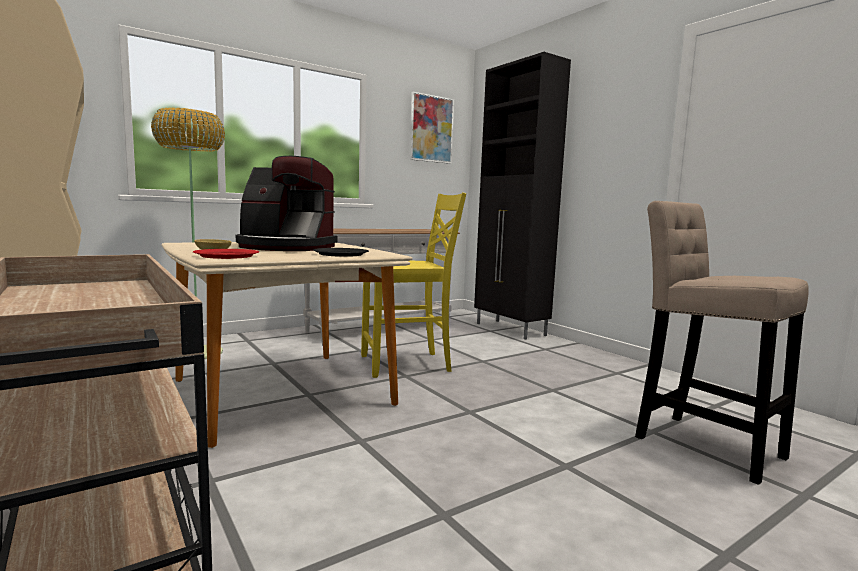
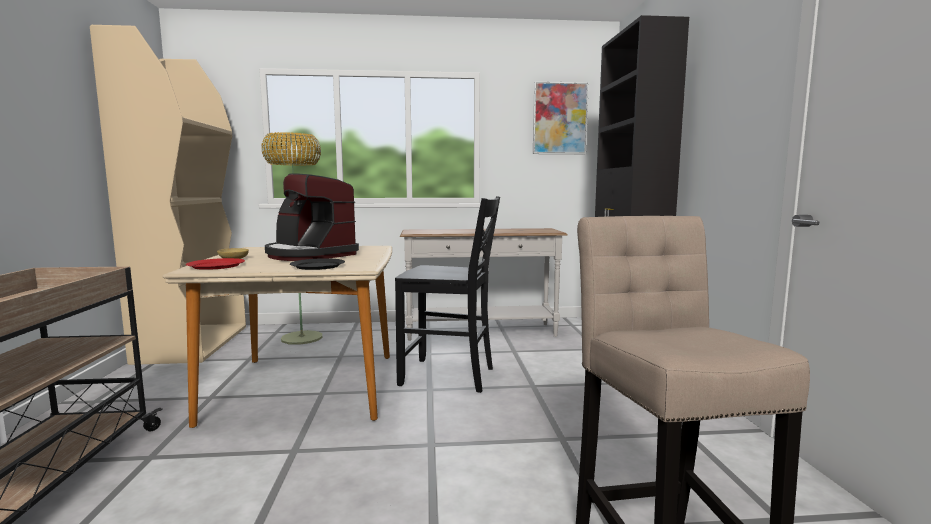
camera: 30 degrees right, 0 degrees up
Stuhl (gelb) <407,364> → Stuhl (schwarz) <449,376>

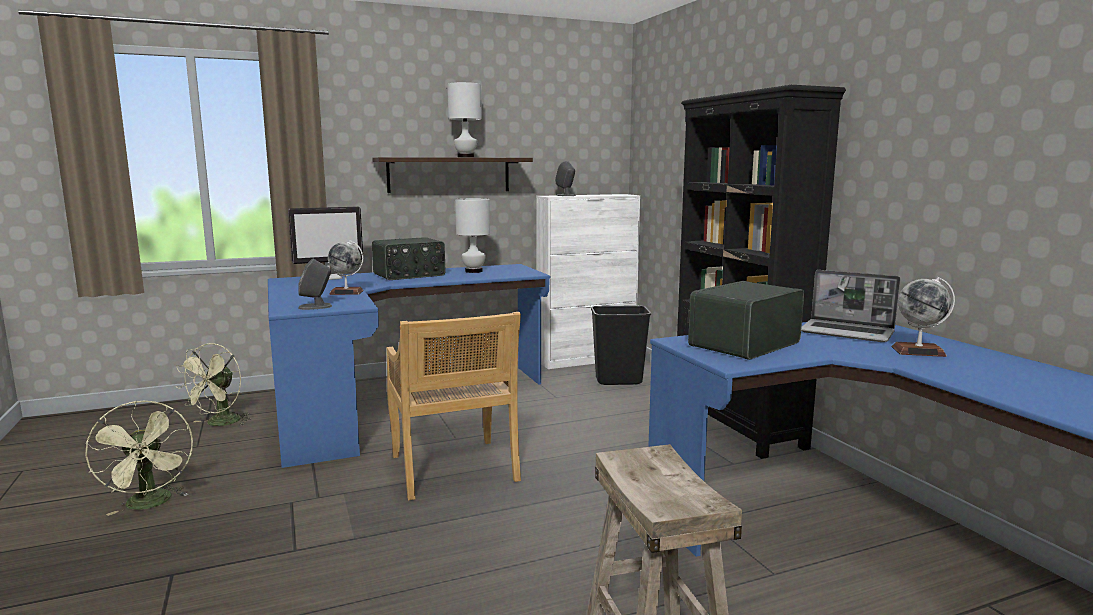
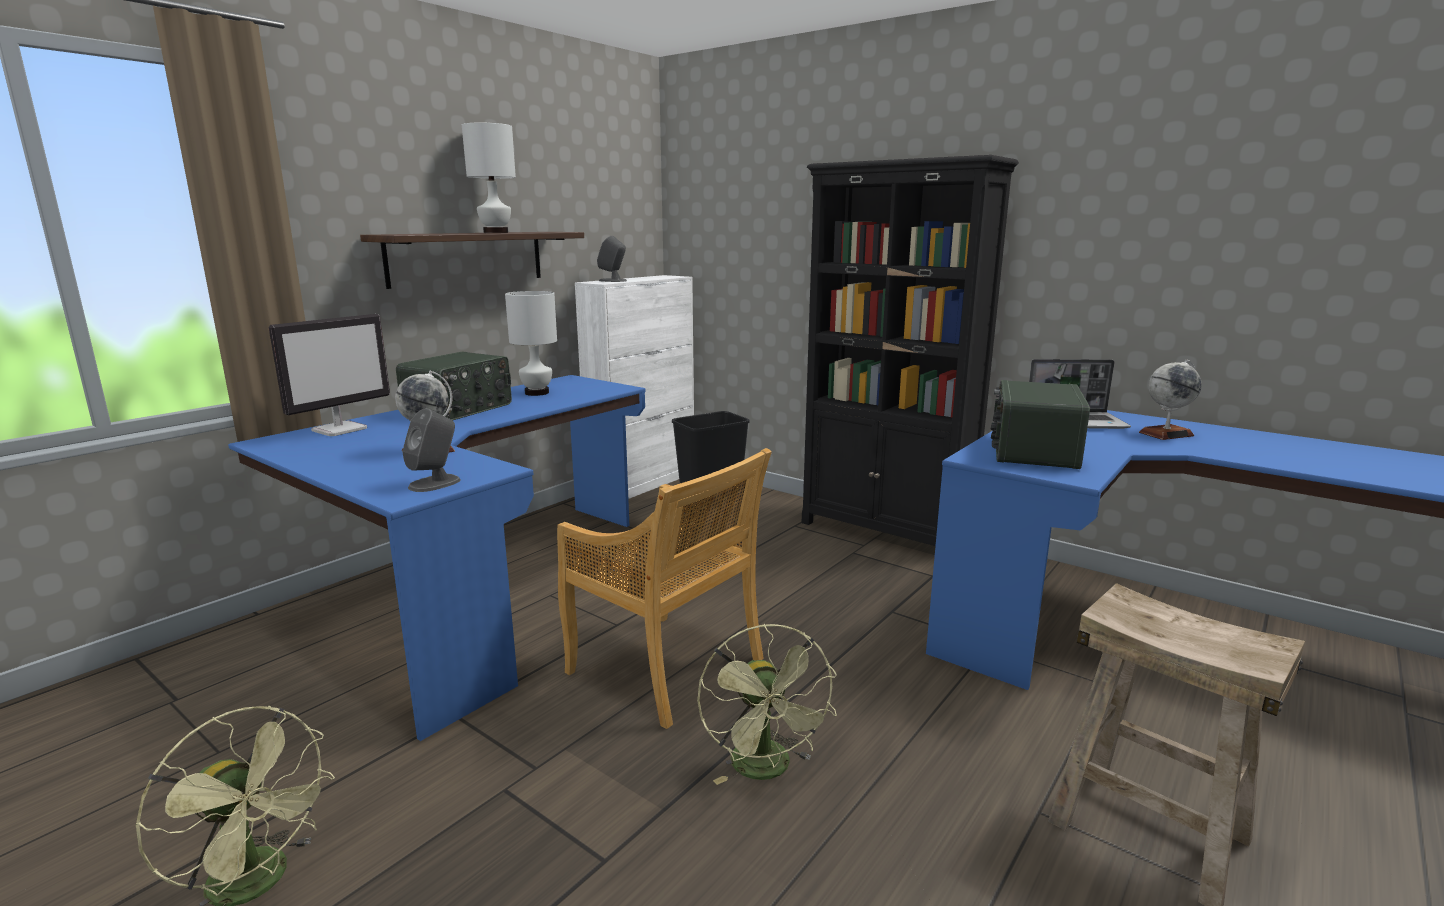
camera: 30 degrees left, 5 degrees up
Ventilator (grün) <219,424> → Ventilator (grün) <766,770>, relocated

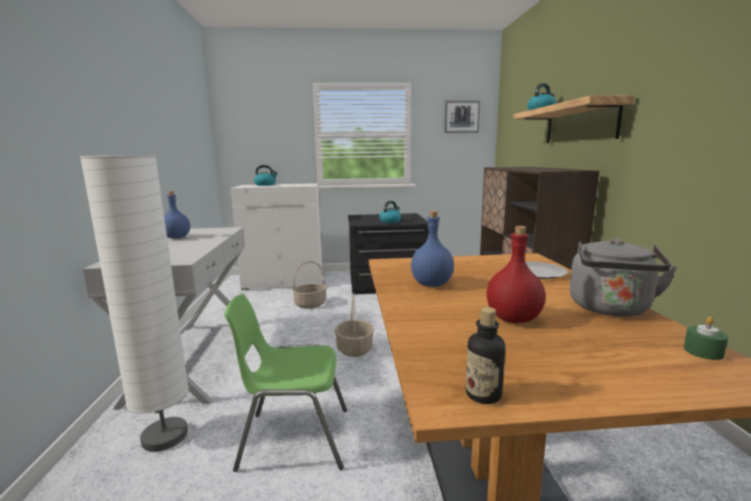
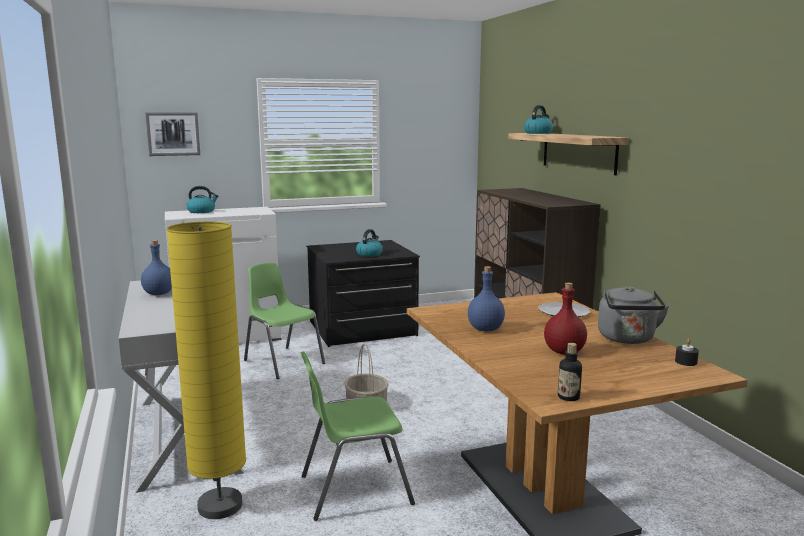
camera: 15 degrees left, 0 degrees up
Bild <461,116> → Bild <173,134>, relocated
Stehlampe (weiß) <165,437> → Stehlampe (gelb) <220,506>
Korb <310,304> → Stuhl (grün) <283,362>
Kerze (grün) <703,352> → Kerze (schwarz) <686,362>

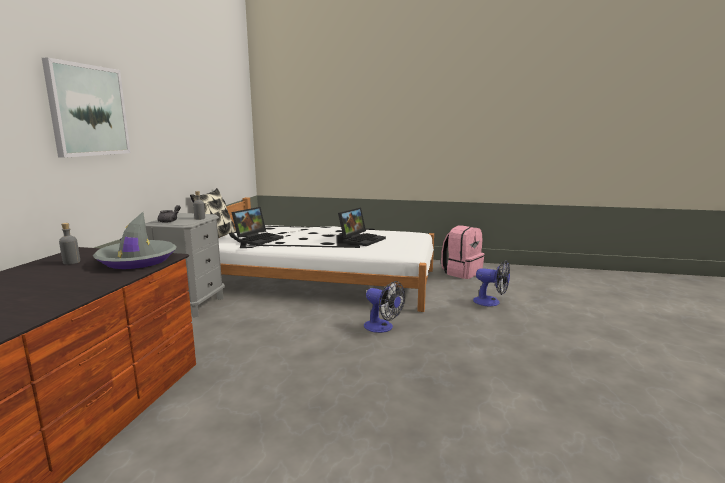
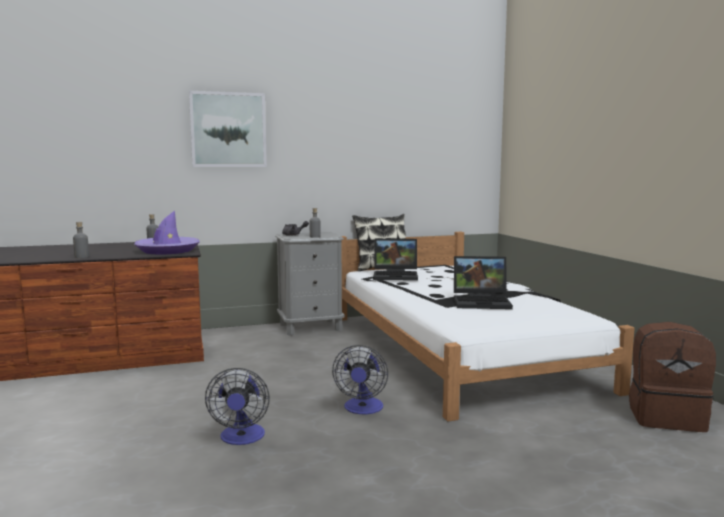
camera: 60 degrees right, 5 degrees down
Hut (grau) <137,261> → Hut (lila) <167,251>
Rucksack (rosa) <461,272> → Rucksack (braun) <666,417>
Ventilator <491,302> → Ventilator <241,438>, relocated
- → Flasche (grau) <81,257>

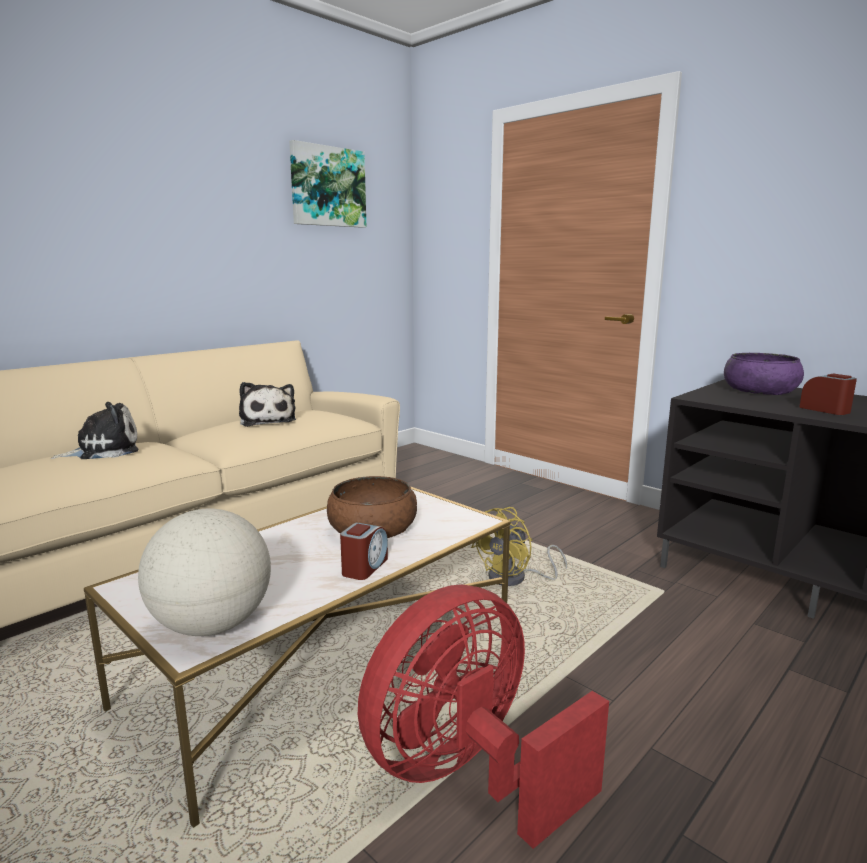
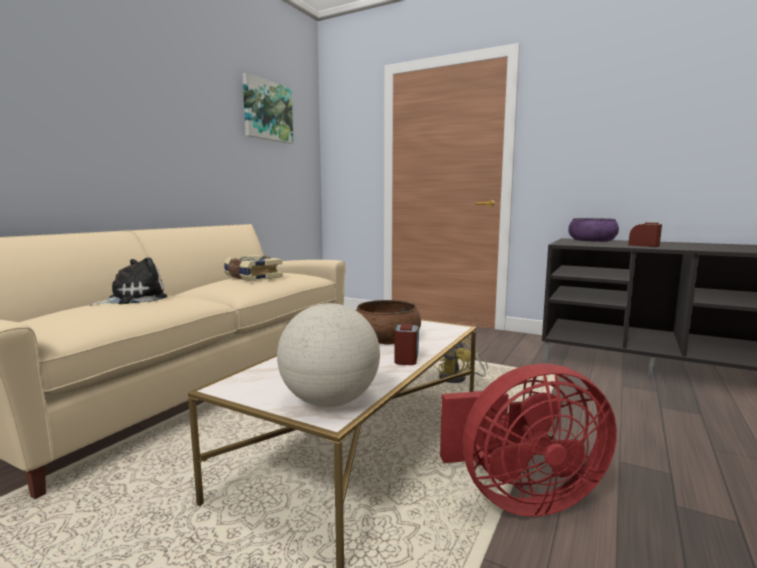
camera: 15 degrees left, 5 degrees down
Plüschtier <267,420> → Buch <252,277>
Ventilator (rot) <469,774> → Ventilator (rot) <519,497>, 135 degrees counterclockwise

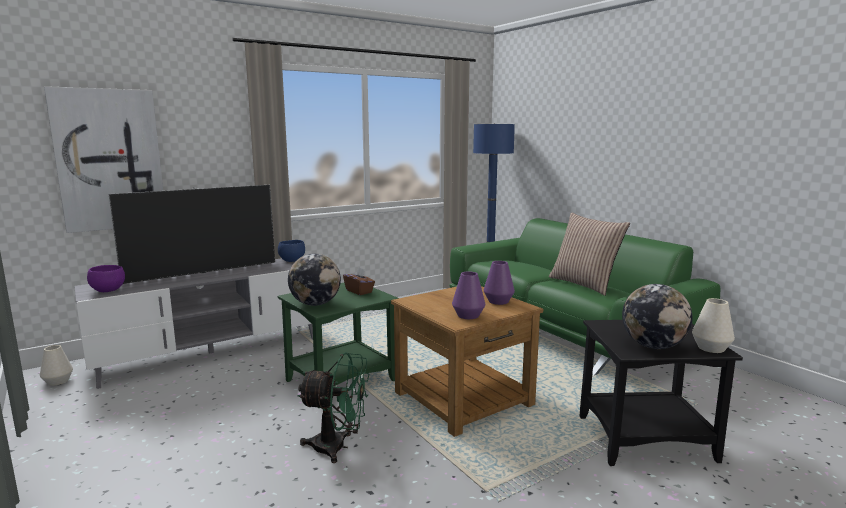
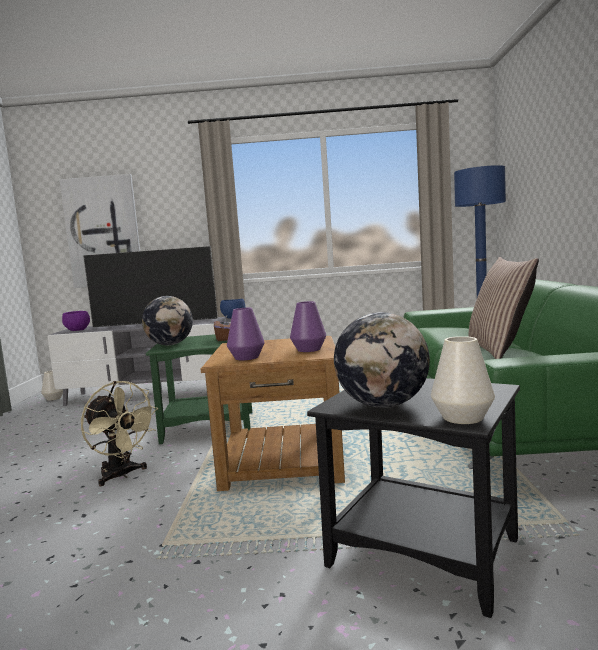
camera: 35 degrees right, 5 degrees down
Ventilator (grün) <337,447> → Ventilator (beige) <121,475>

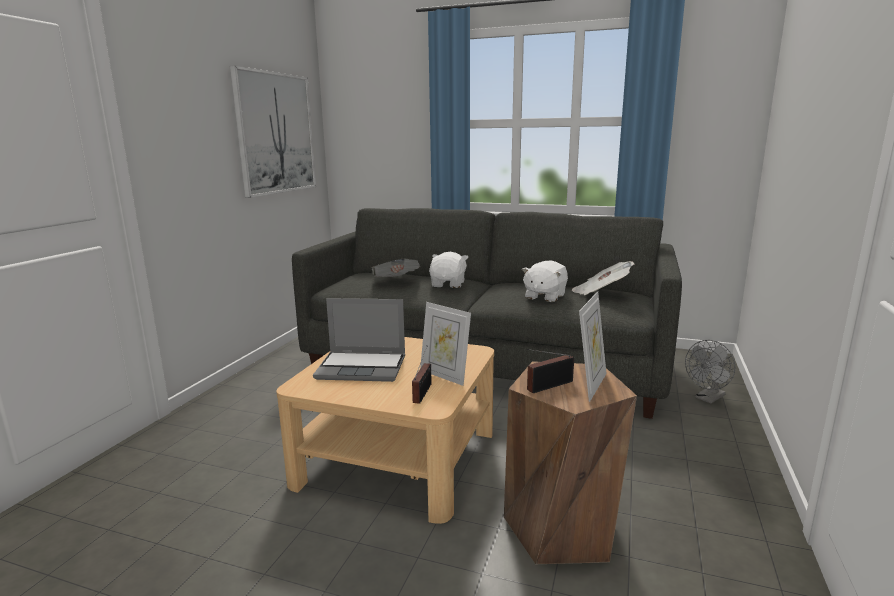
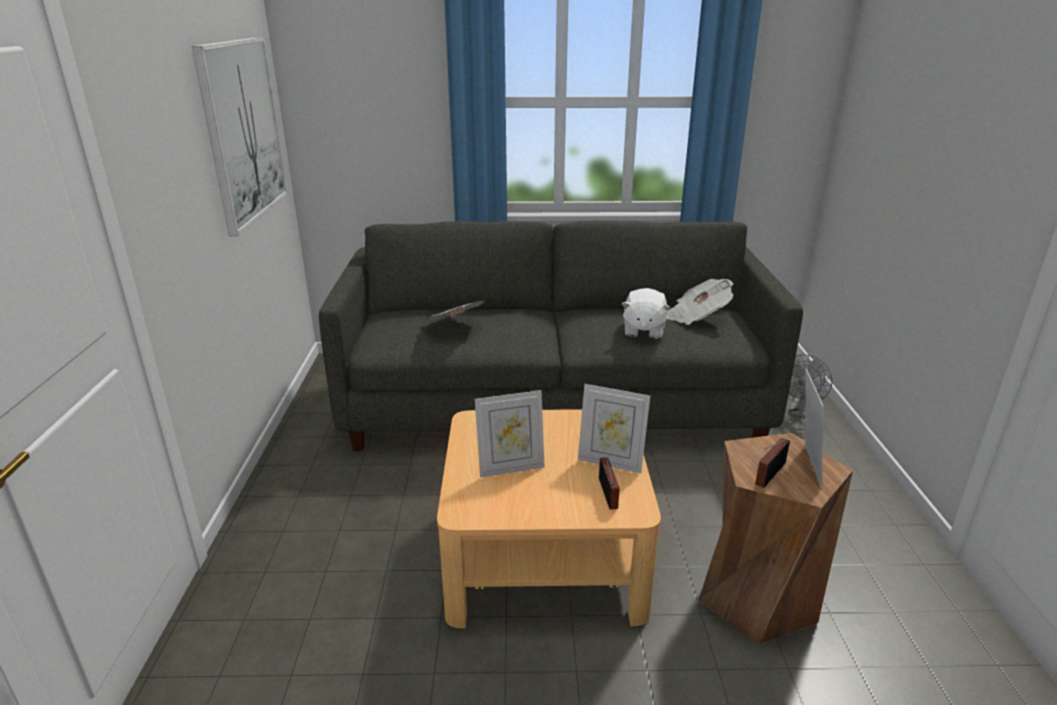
camera: 20 degrees left, 10 degrees up
Plüschtier (weiß) <448,284> → -
Laptop <363,367> → Bilderrahmen <511,468>

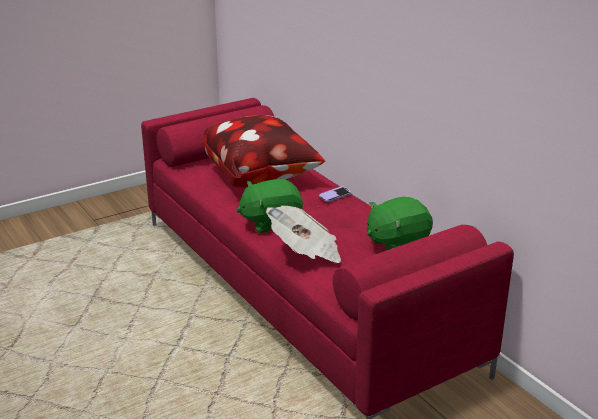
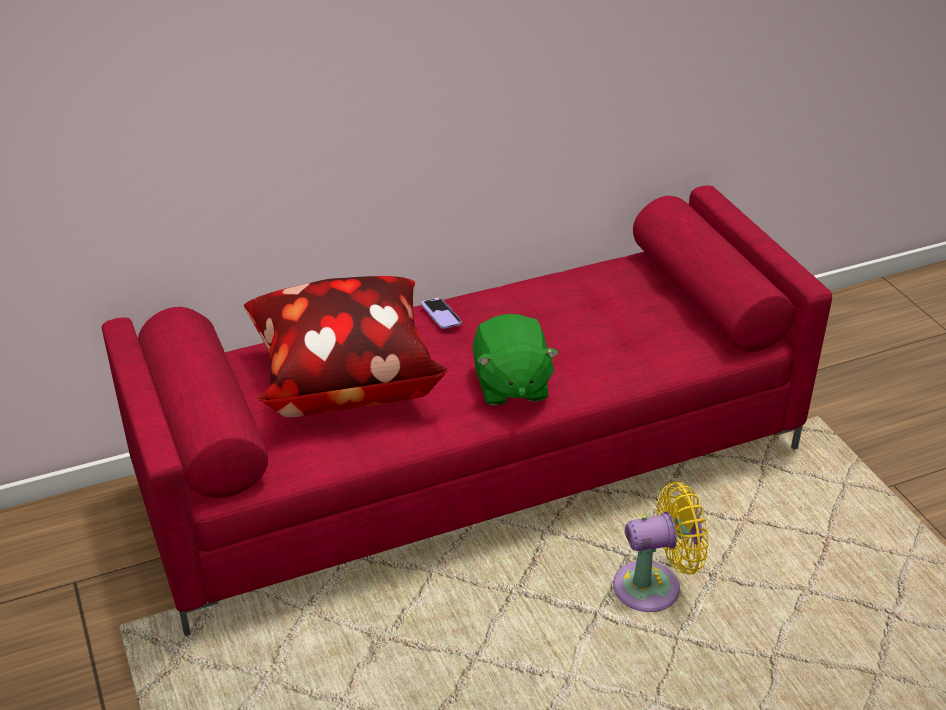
camera: 80 degrees left, 10 degrees up
Plüschtier (grün) <397,243> → -
Zeitung <305,252> → -
- → Ventilator (gelb) <654,587>

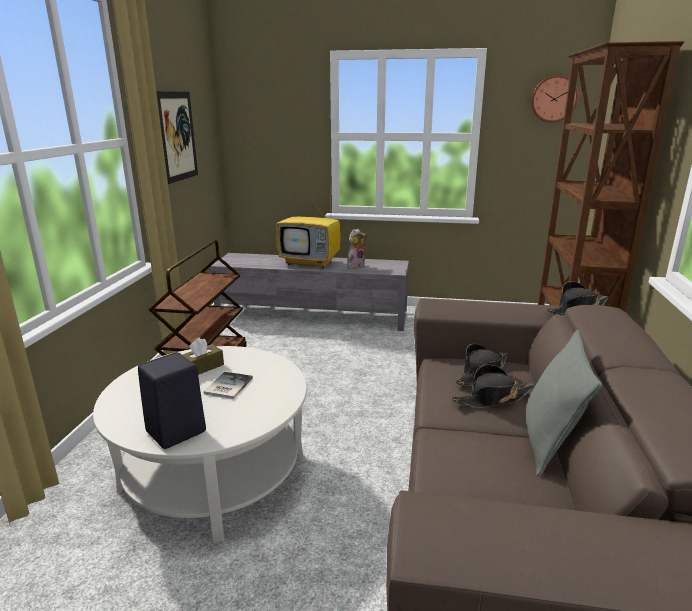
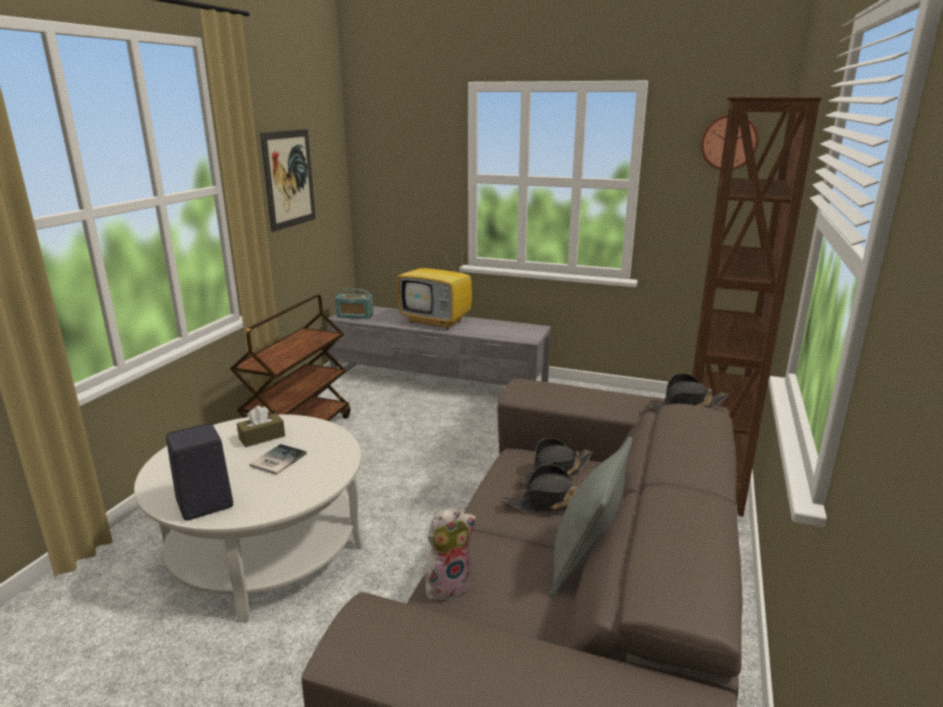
camera: 10 degrees right, 0 degrees up
Plüschtier <355,266> → Plüschtier <448,586>, relocated
- → Radio <355,316>

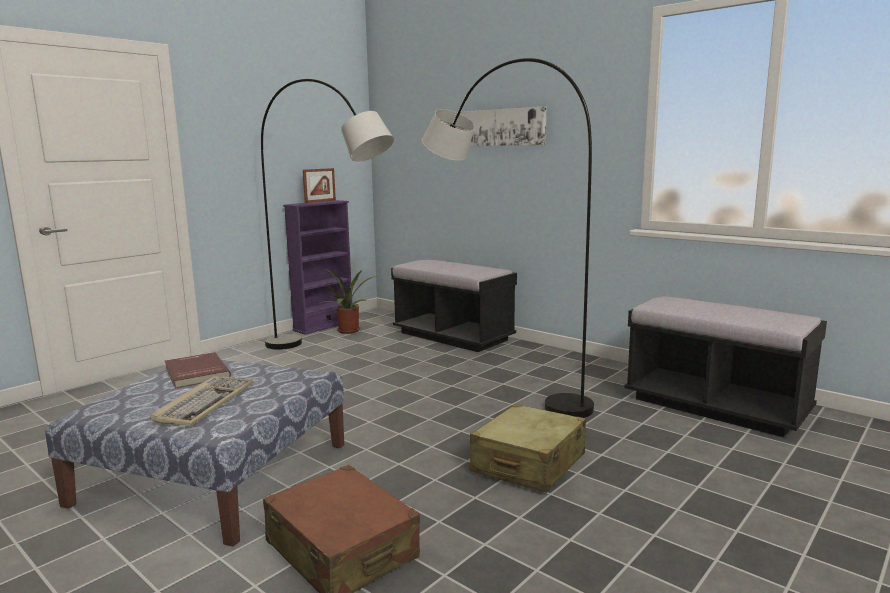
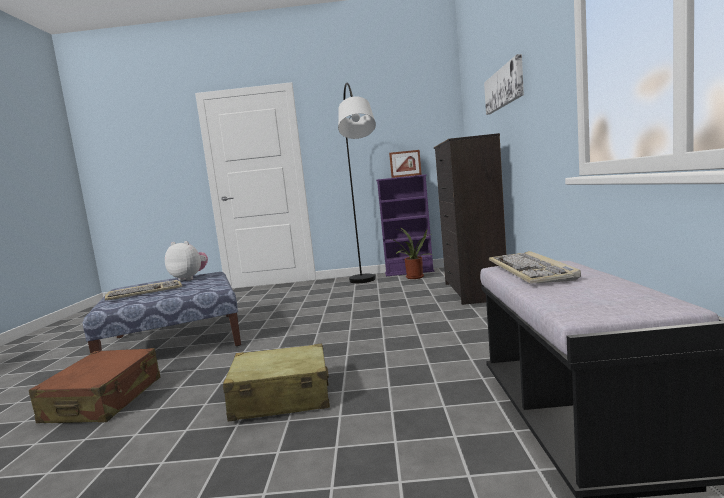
camera: 50 degrees right, 5 degrees down
Stehlampe (grau) <499,386> → -
Bank (schwarz) <453,336> → Kommode (schwarz) <473,291>
Buch (rot) <195,373> → Plüschtier <189,278>
- → Tastatur <531,271>

